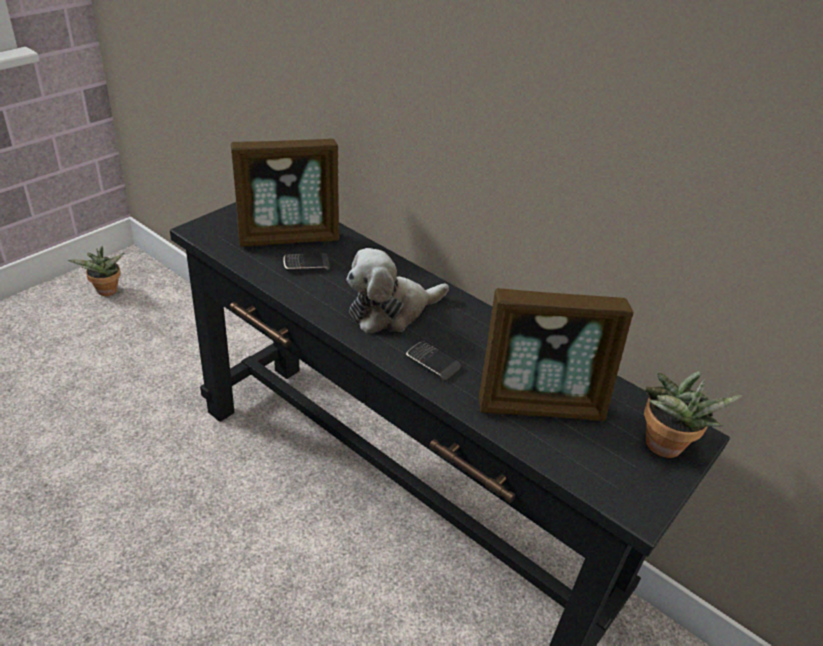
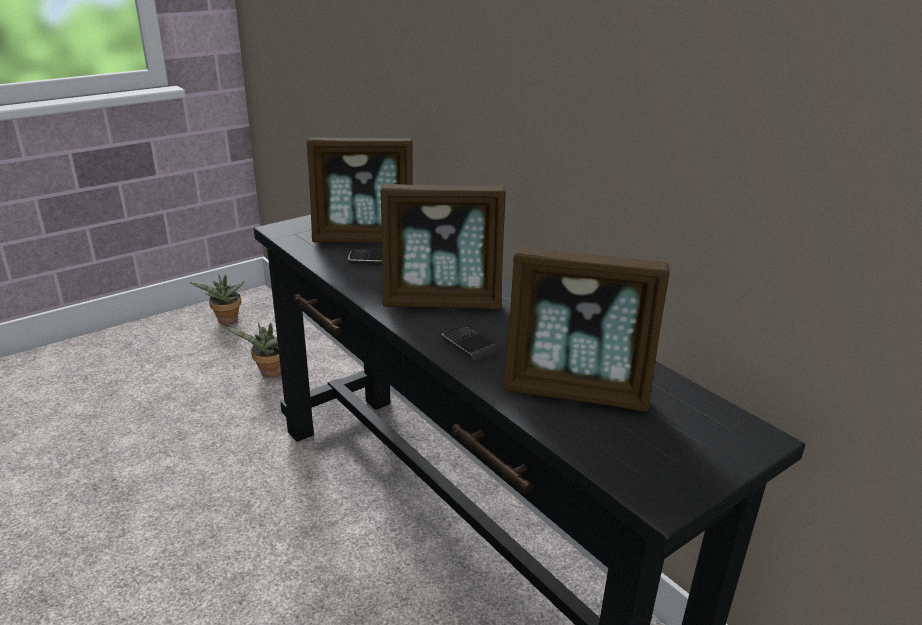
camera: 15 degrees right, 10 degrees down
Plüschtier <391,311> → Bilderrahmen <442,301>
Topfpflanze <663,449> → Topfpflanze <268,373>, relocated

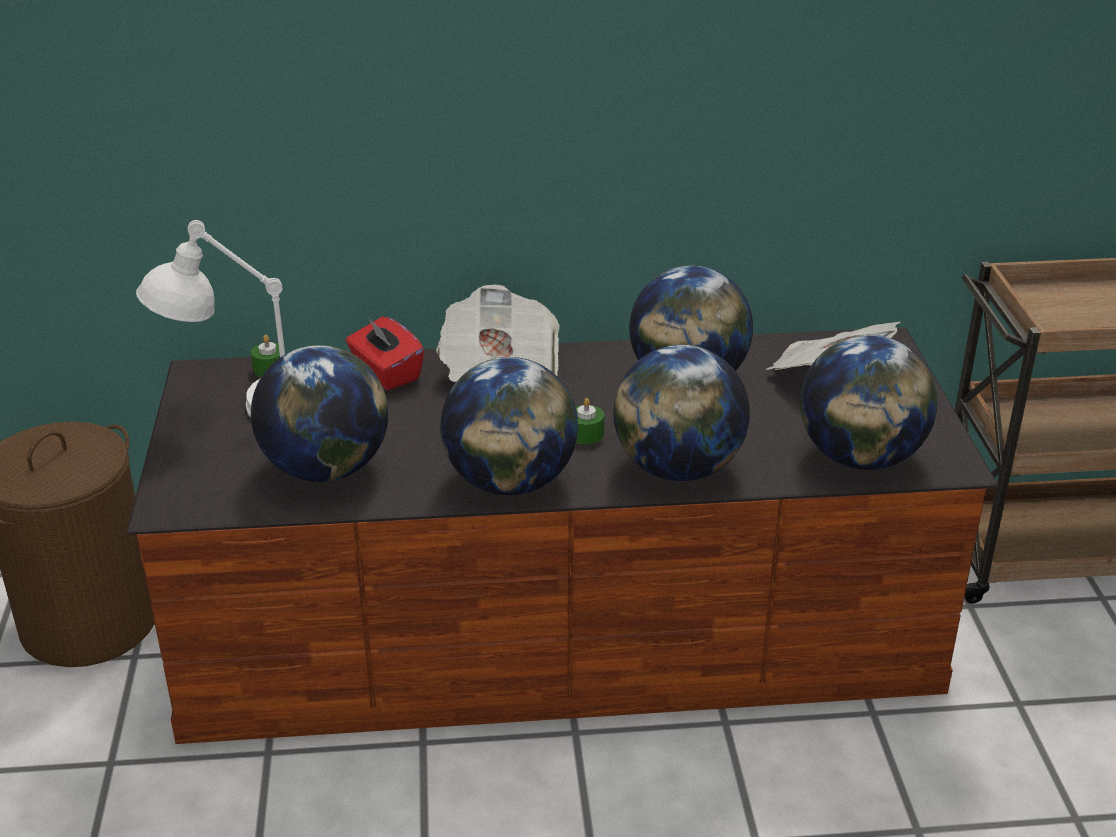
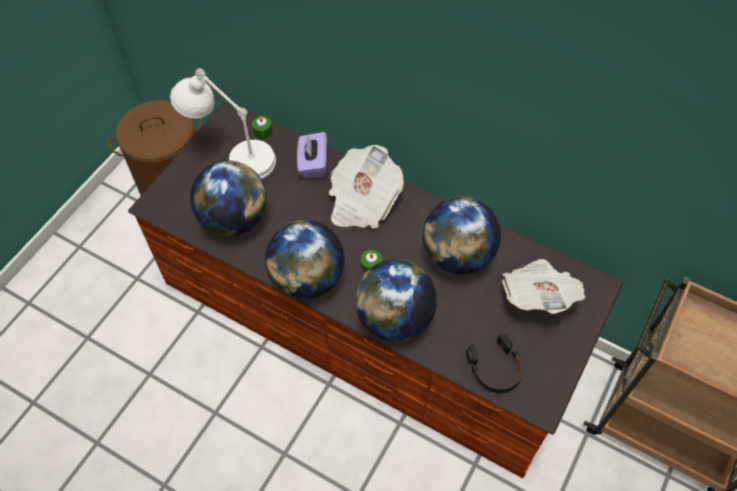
camera: 35 degrees right, 25 degrees up
Taschentuchbox (rot) <386,373> → Taschentuchbox (lila) <313,164>
Globus <860,458> → Kopfhörer (schwarz) <495,368>

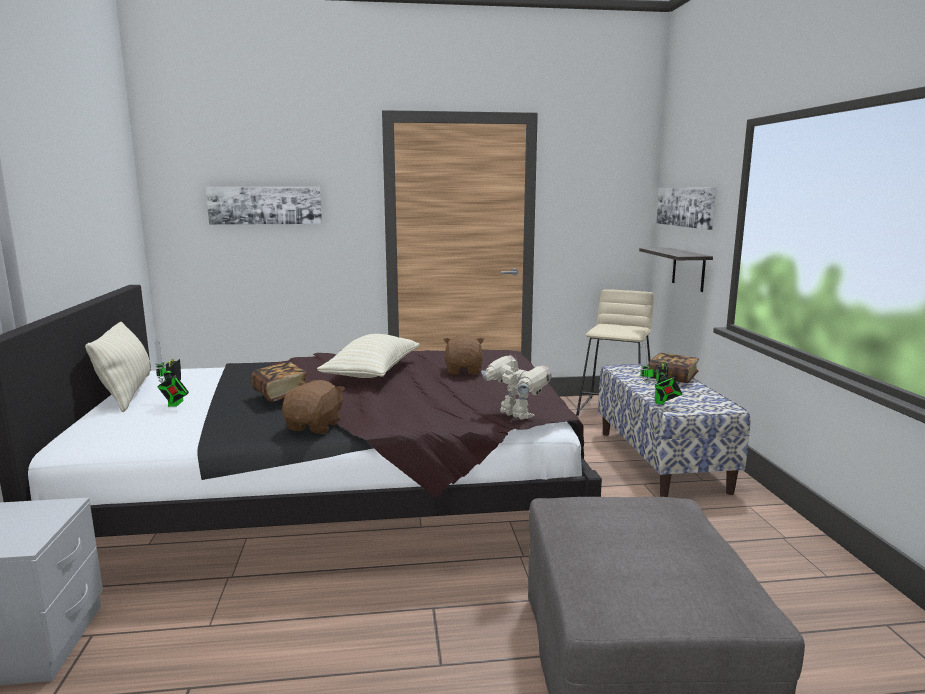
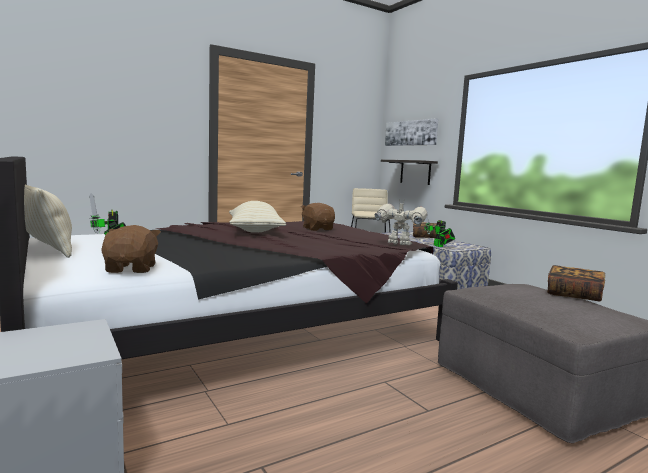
camera: 25 degrees left, 5 degrees down
Bild <265,205> → -
Buch <280,394> → Buch <574,295>, relocated
Plüschtier (braun) <315,426> → Plüschtier (braun) <132,269>, relocated

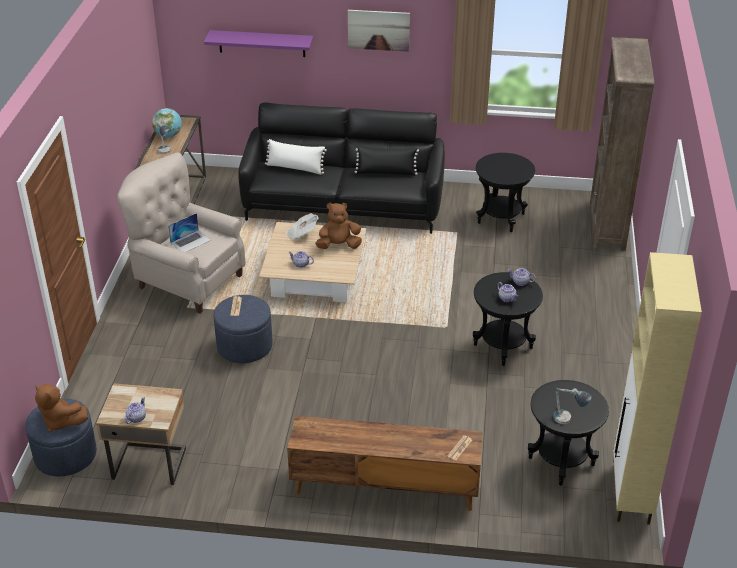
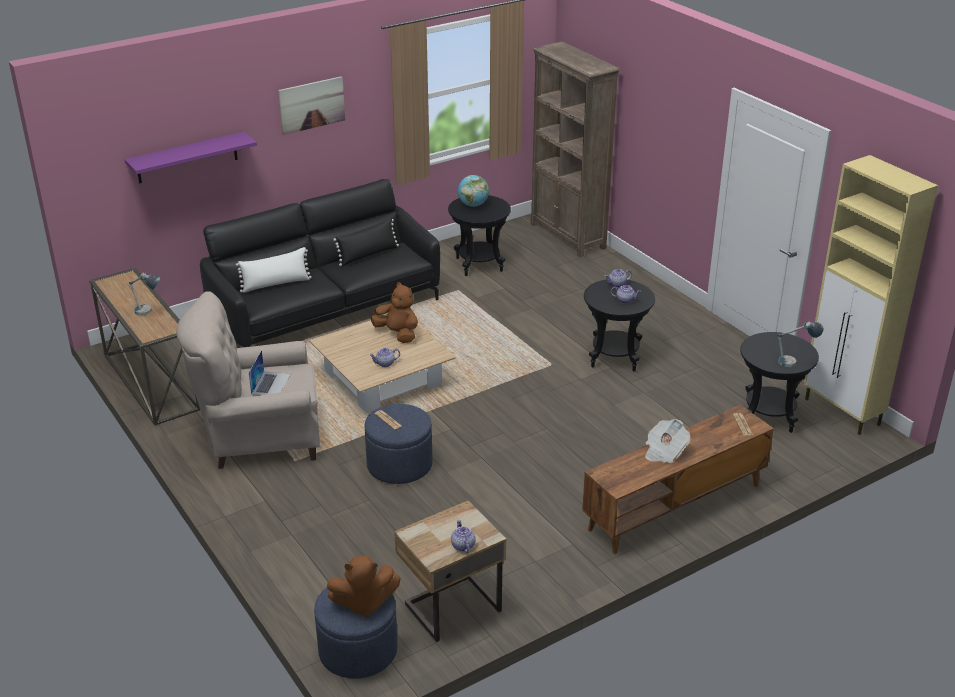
camera: 40 degrees left, 5 degrees down
Globus <168,136> → Globus <473,205>, relocated
Plüschtier (braun) <339,246> → Plüschtier (braun) <397,334>, 90 degrees clockwise
Zeitung <301,233> → Zeitung <664,451>, relocated

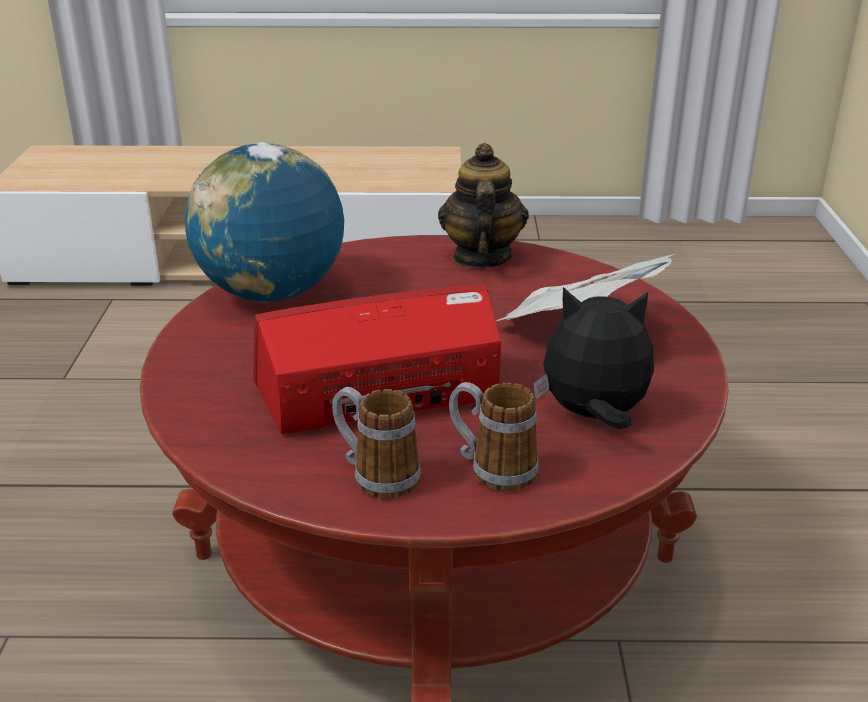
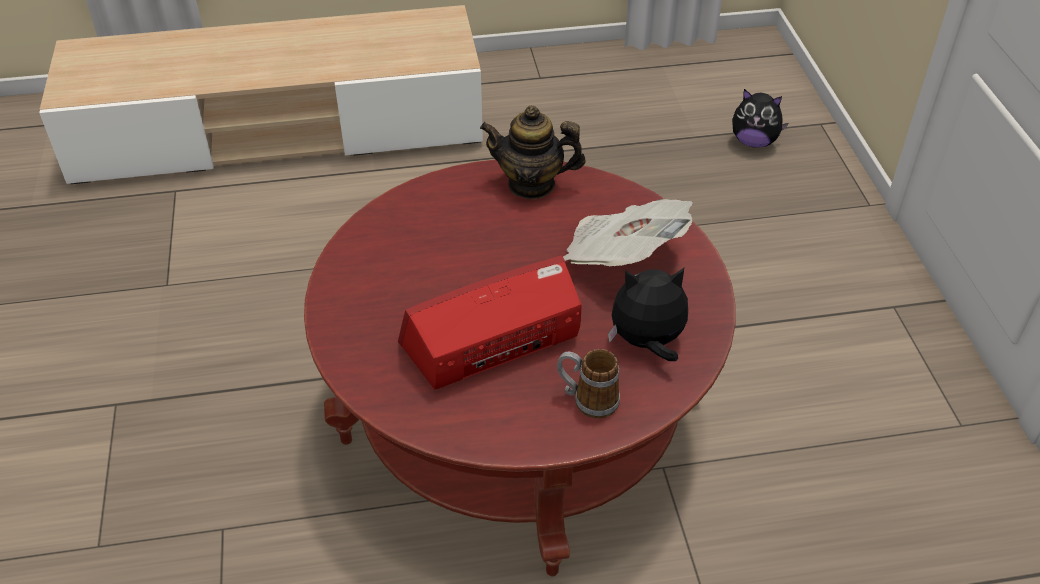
camera: 10 degrees left, 15 degrees up
Globus <272,294> → -
Teekanne <481,257> → Teekanne <531,184>, 75 degrees counterclockwise
Henkelbecher <376,475> → -
- → Plüschtier <754,142>

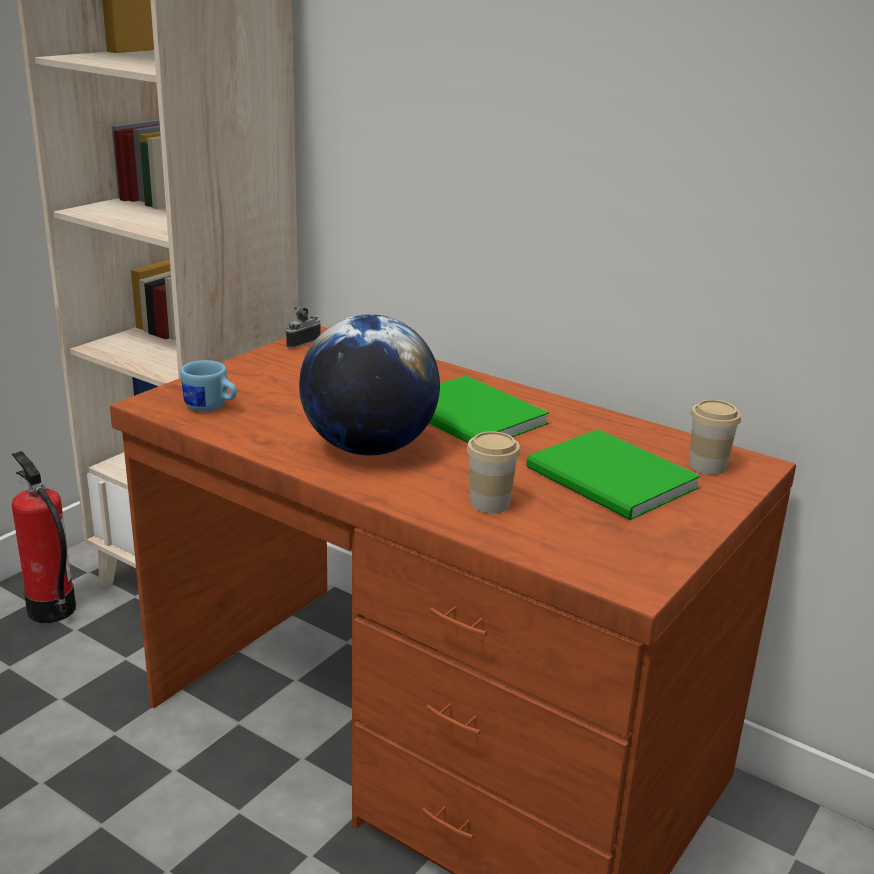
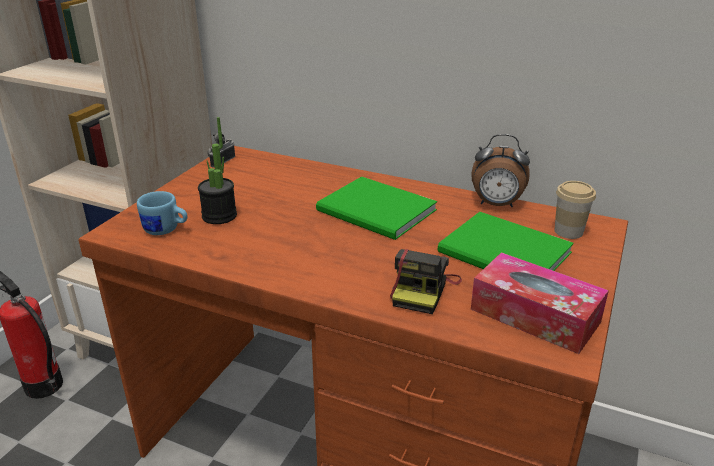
camera: 10 degrees left, 5 degrees up
Globus <369,448> → -
Tasse <490,503> → Kamera <423,290>
- → Topfpflanze <219,216>
- → Wecker <496,204>
- → Taschentuchbox <534,315>

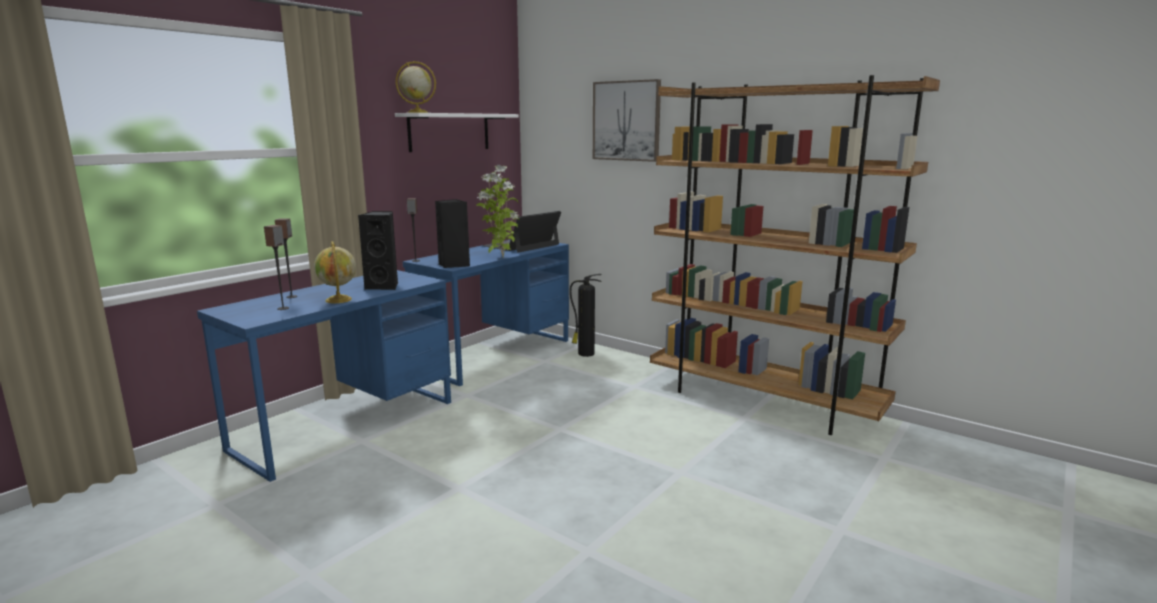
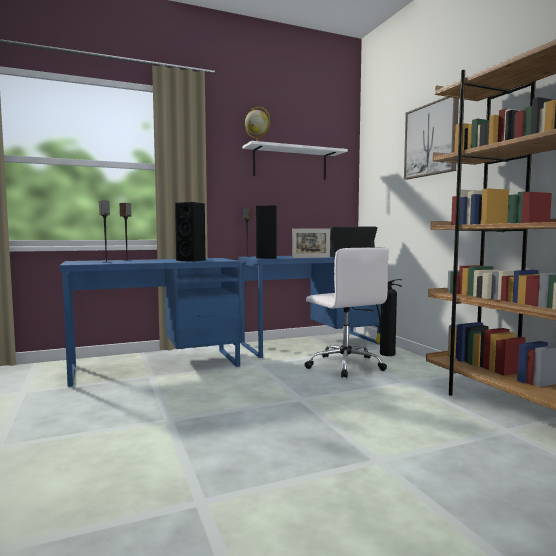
camera: 30 degrees right, 10 degrees down
Topfpflanze <501,257> → Bilderrahmen <311,257>
Globus <339,300> → -
- → Bürostuhl (weiß) <344,365>

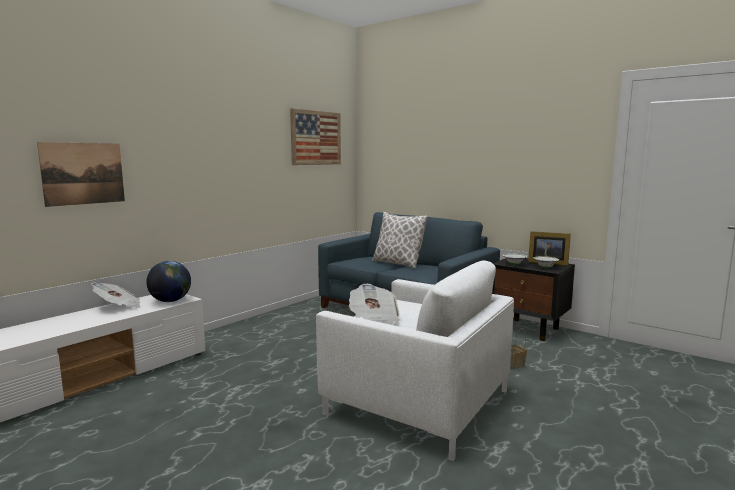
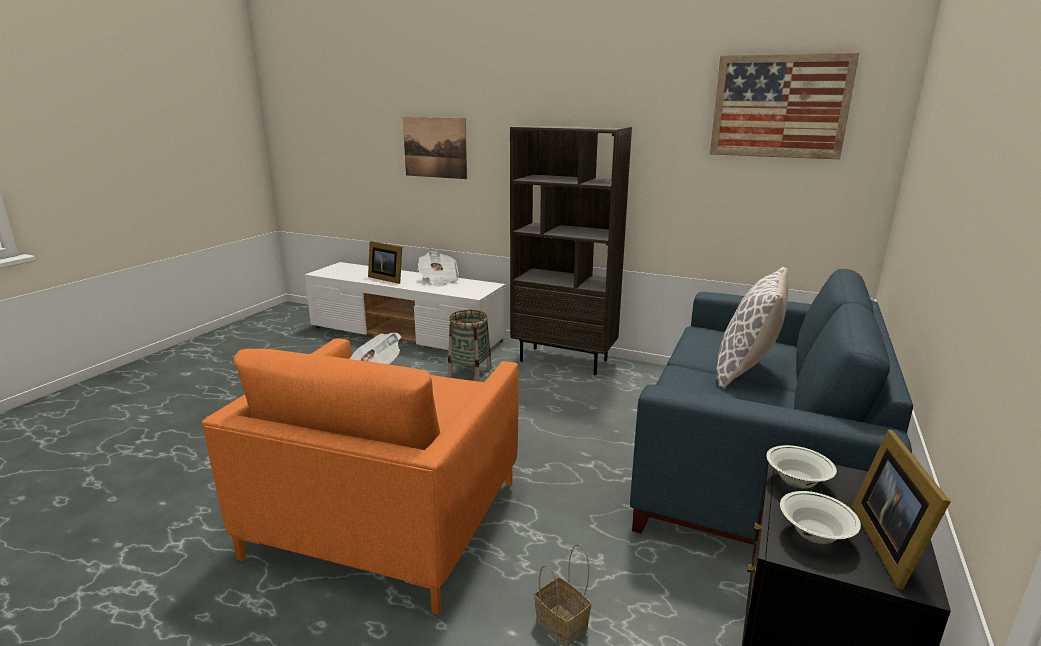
camera: 75 degrees right, 10 degrees up
Sessel (weiß) <418,402> → Sessel (orange) <385,517>
Globus <170,301> → -
- → Bücherregal (braun) <564,360>
- → Bilderrahmen <386,278>
- → Korb <470,372>

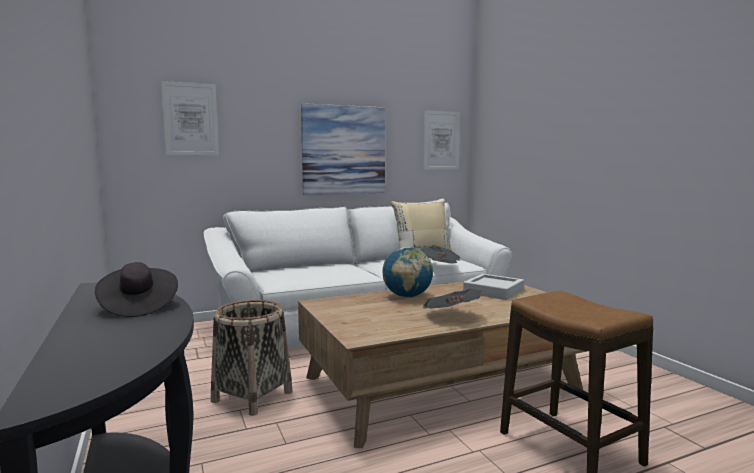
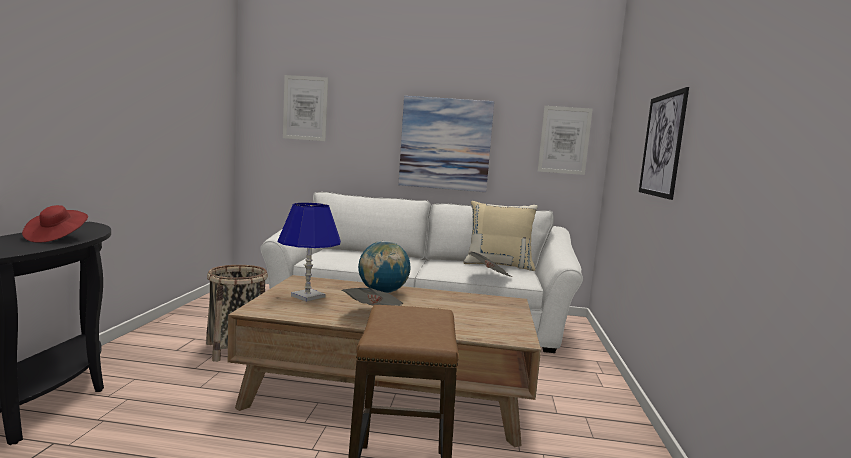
camera: 30 degrees right, 0 degrees up
Hut (schwarz) <138,307> → Hut (rot) <56,238>
Tablett (grau) <493,291> → -
- → Bild <662,145>
- → Tischlampe (blau) <307,296>

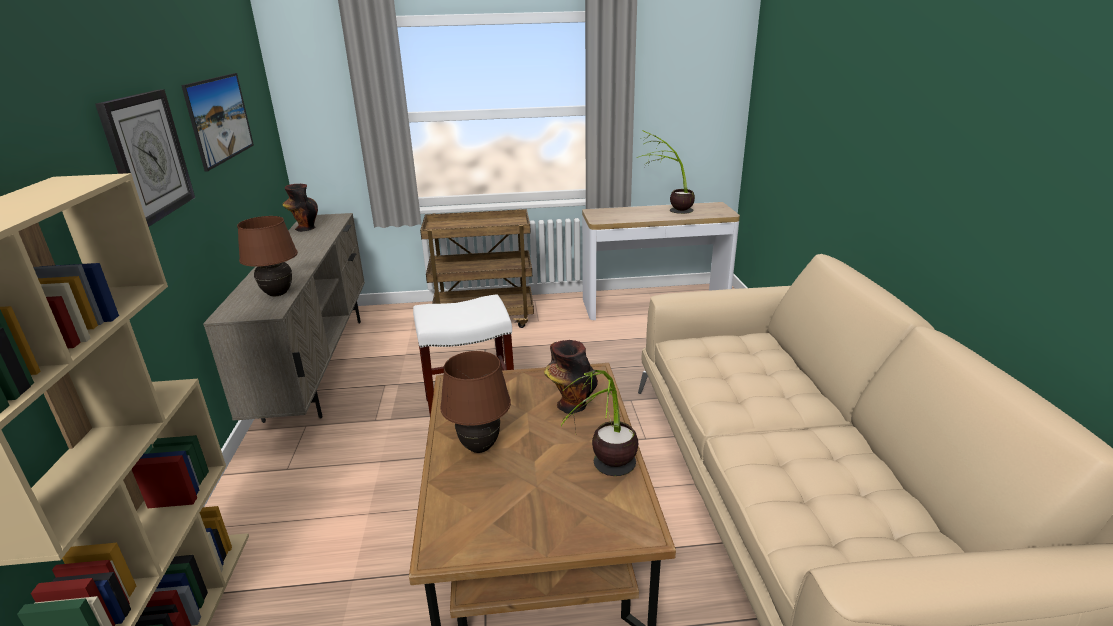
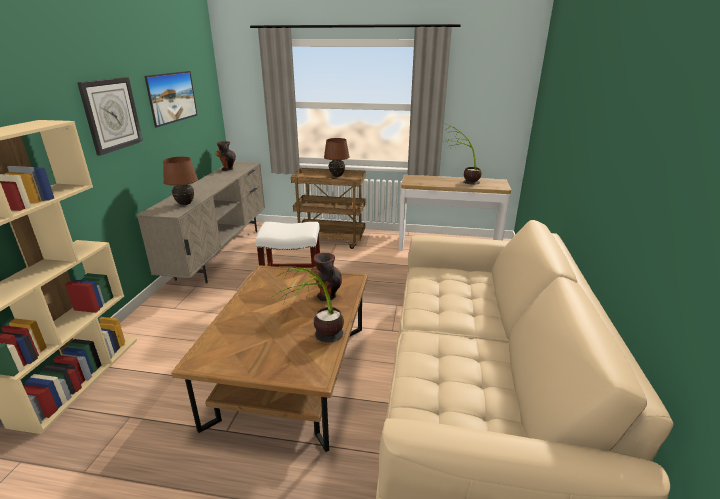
camera: 15 degrees right, 0 degrees up
Tischlampe (braun) <480,447> → Tischlampe (braun) <337,176>, relocated

